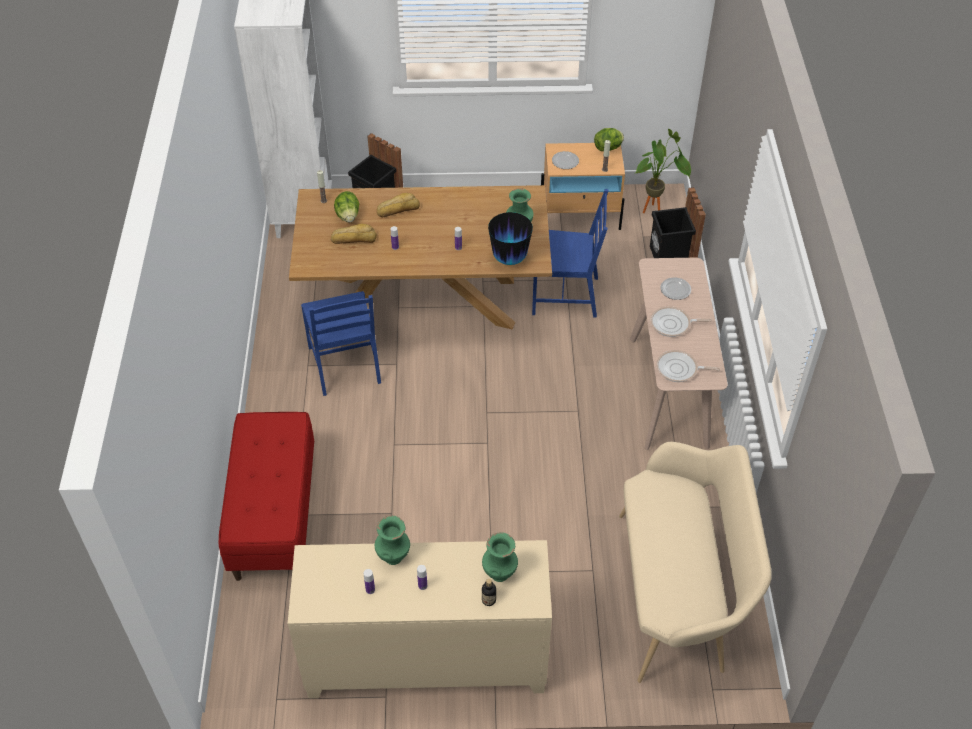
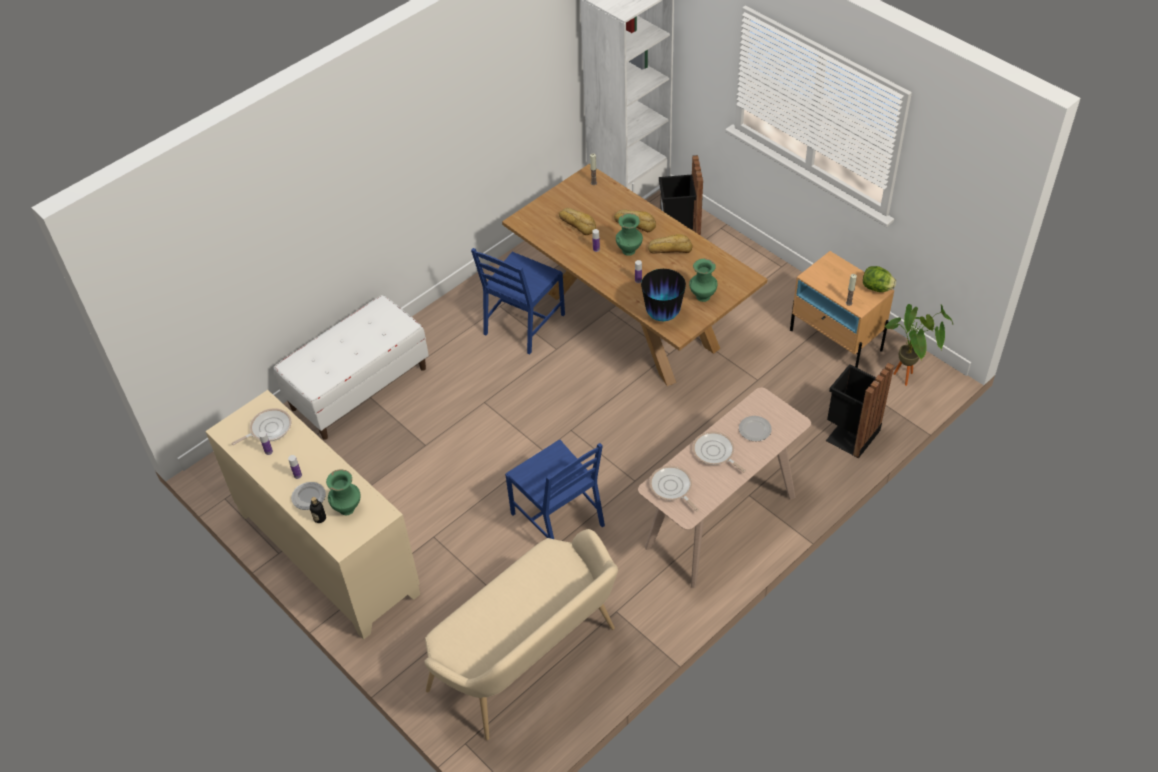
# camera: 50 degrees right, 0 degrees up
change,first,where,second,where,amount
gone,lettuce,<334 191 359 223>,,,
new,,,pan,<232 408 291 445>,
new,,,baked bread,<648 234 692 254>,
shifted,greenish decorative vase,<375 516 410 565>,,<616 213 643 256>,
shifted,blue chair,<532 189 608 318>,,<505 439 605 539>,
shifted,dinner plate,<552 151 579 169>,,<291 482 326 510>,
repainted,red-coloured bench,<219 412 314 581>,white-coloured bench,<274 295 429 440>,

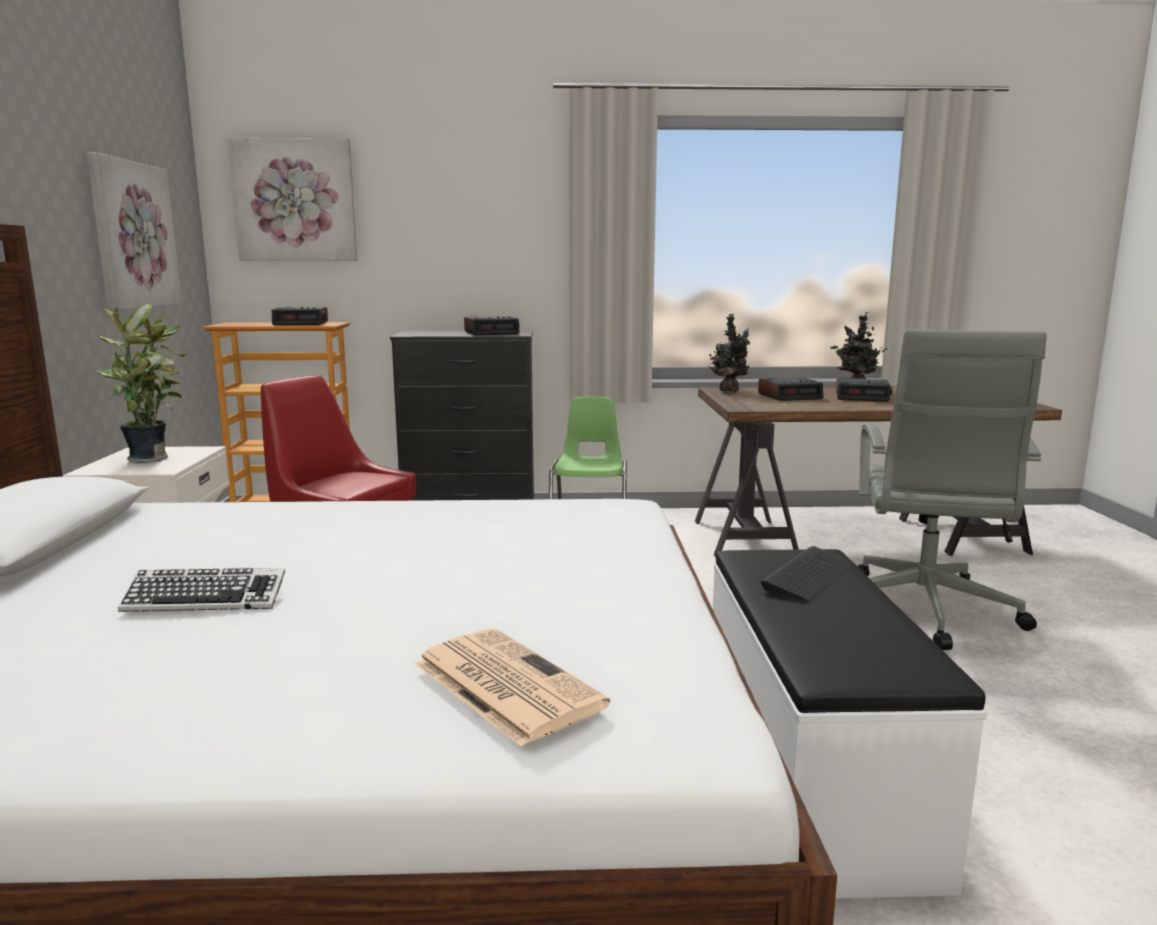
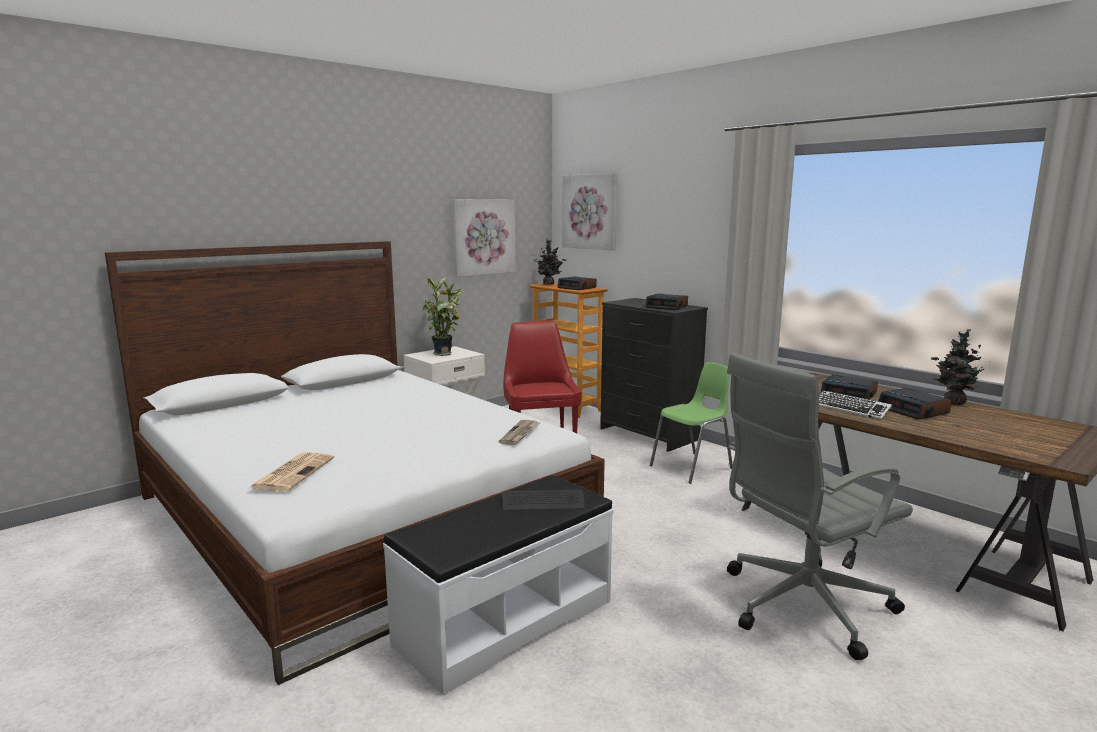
# camera: 50 degrees right, 0 degrees up
change,first,where,second,where,amount
new,,,daily paper,<499 420 540 445>,
shifted,keyboard,<118 568 286 612>,,<819 390 892 420>,
shifted,plant in a pot,<708 314 750 392>,,<534 238 566 285>,

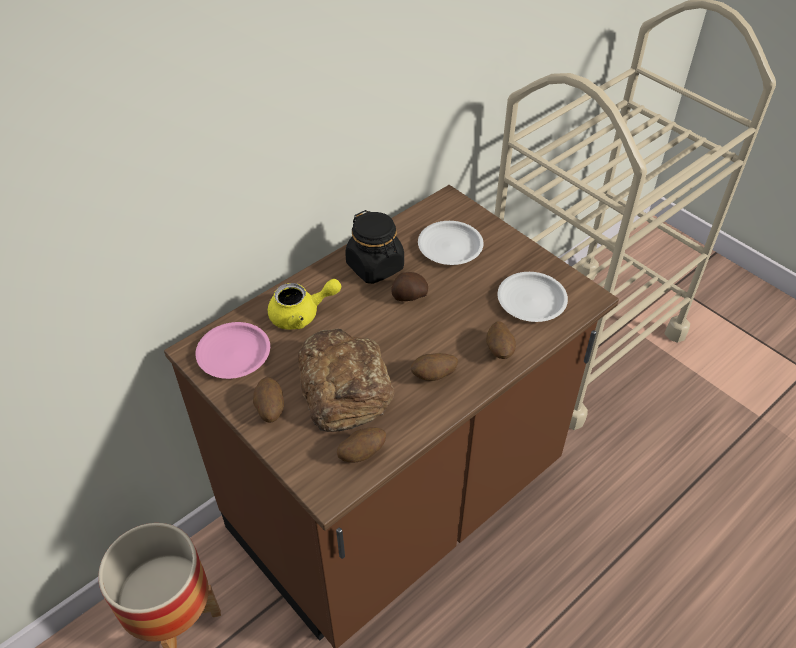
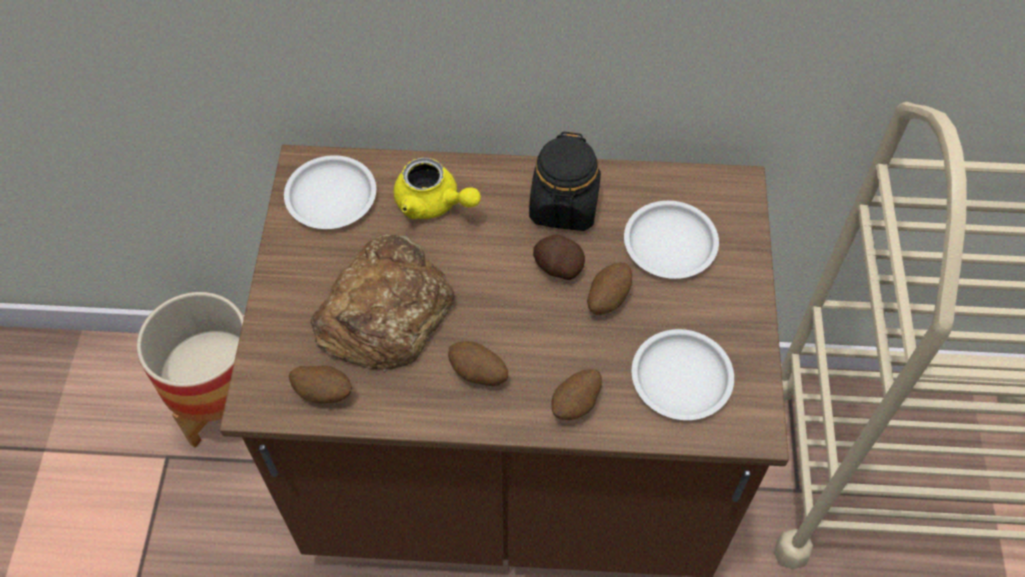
# camera: 45 degrees right, 10 degrees up
change,first,where,second,where,amount
shifted,whole potato,<253 377 284 423>,,<587 263 632 315>,
repainted,pink-coloured dinner plate,<195 322 270 379>,white-coloured dinner plate,<284 155 376 229>,

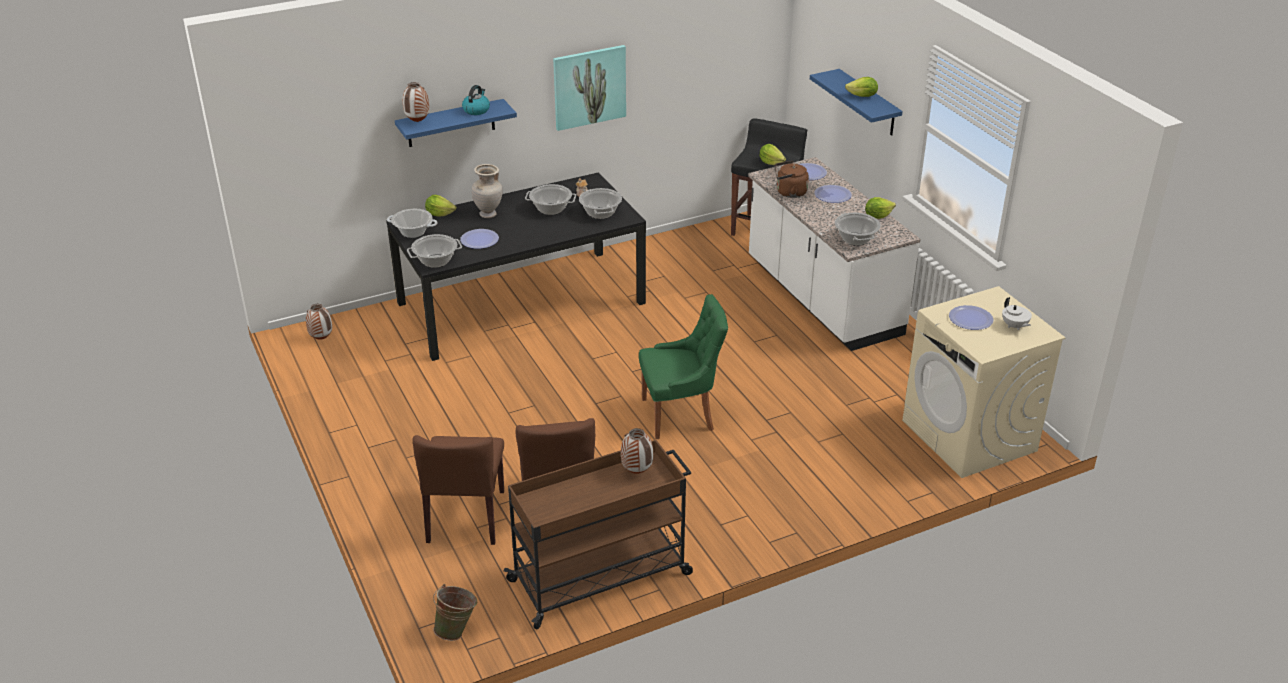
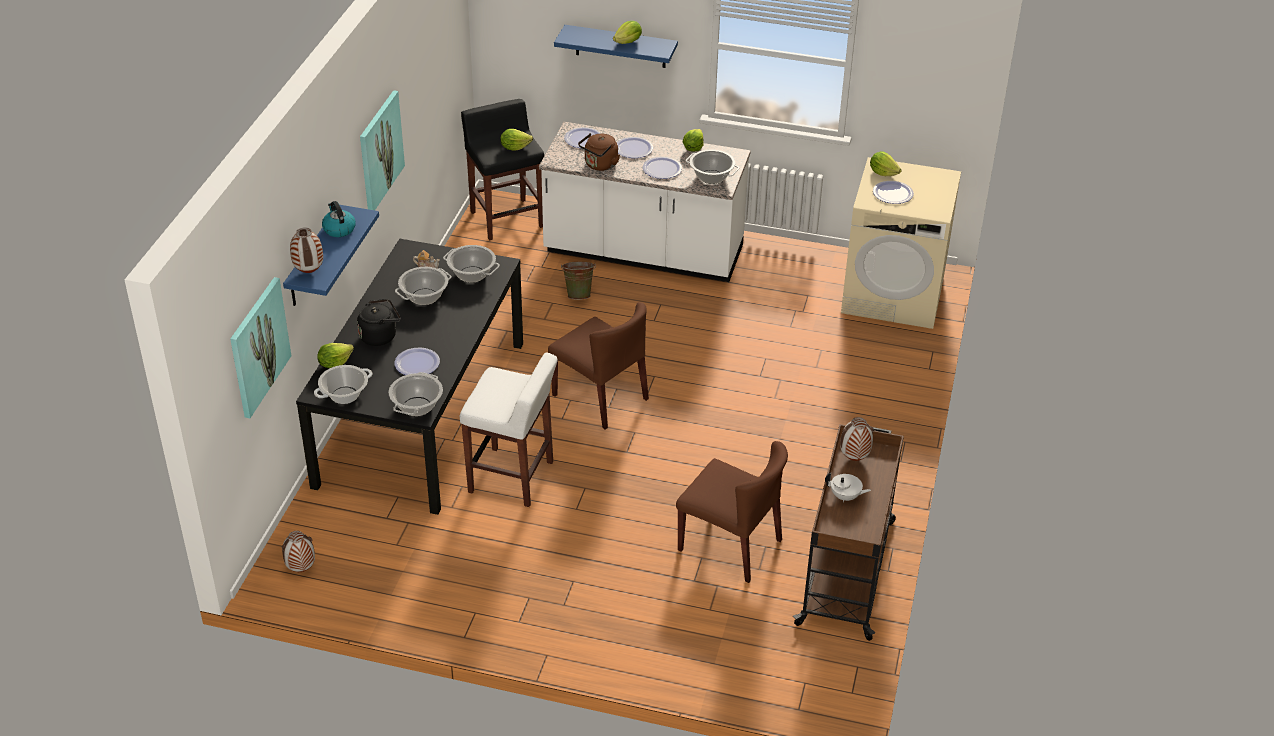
# camera: 50 degrees left, 5 degrees up
change,first,where,second,where,amount
gone,greenish chair,<639 294 728 439>,,,
new,,,wall art,<230 277 292 418>,
new,,,white-coloured sitting stool,<460 353 558 507>,
new,,,dinner plate,<643 157 682 179>,
new,,,lettuce,<870 151 902 176>,
shifted,brown chair,<412 435 504 545>,,<548 302 649 430>,
shifted,greenish bucket,<433 584 477 641>,,<561 262 596 300>,
shifted,white-coloured tea pot,<1002 297 1032 330>,,<825 473 871 502>,
swapped,beige-coloured decorative vase,<472 164 503 218>,black-coloured water kettle,<357 299 401 346>,

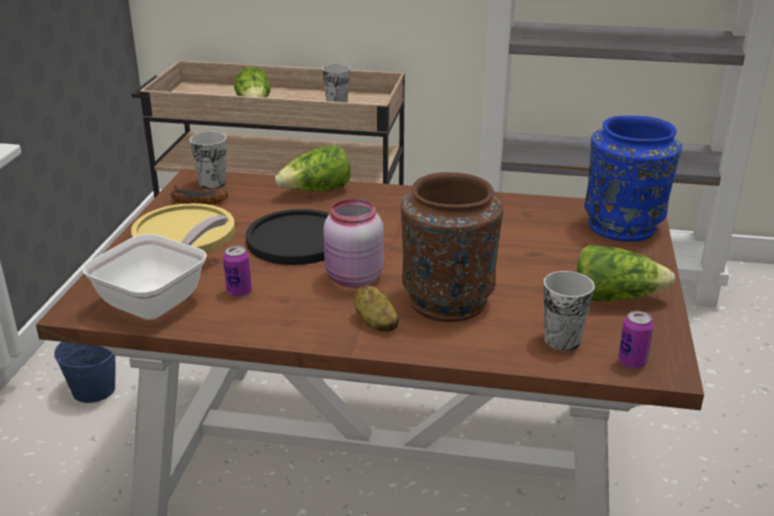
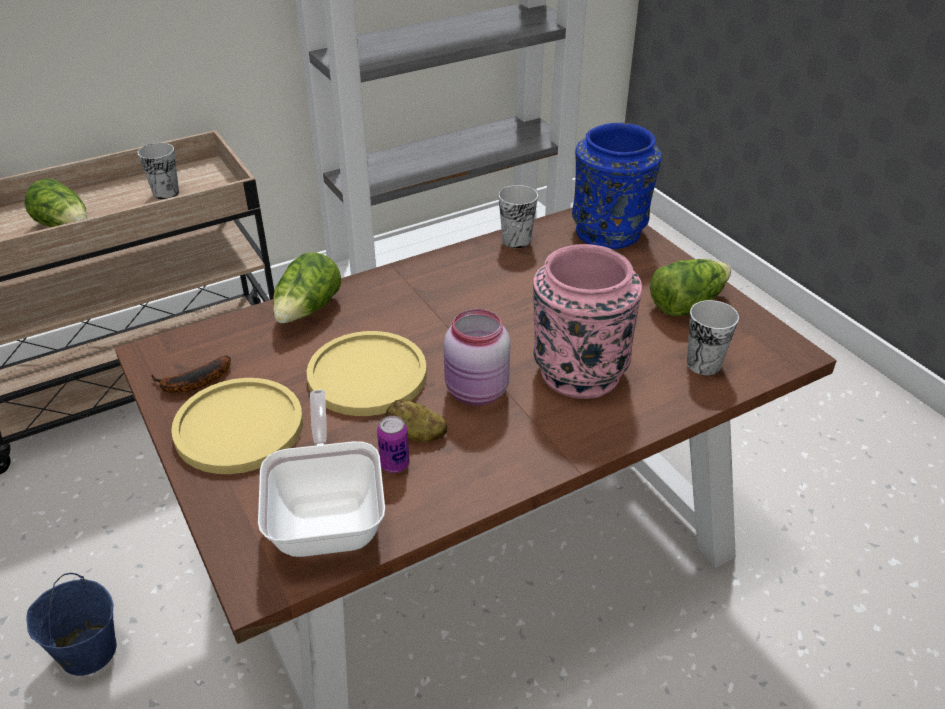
# camera: 40 degrees left, 10 degrees up
change,first,where,second,where,amount
gone,can,<618 311 654 369>,,,
shifted,cup,<189 132 227 189>,,<498 185 538 248>,
shifted,whole potato,<353 285 399 332>,,<386 399 448 442>,
repainted,black-coloured dinner plate,<246 209 330 265>,yellow dinner plate,<307 331 427 416>,
repainted,brown decorative vase,<401 172 503 322>,pink-coloured decorative vase,<533 244 642 399>,

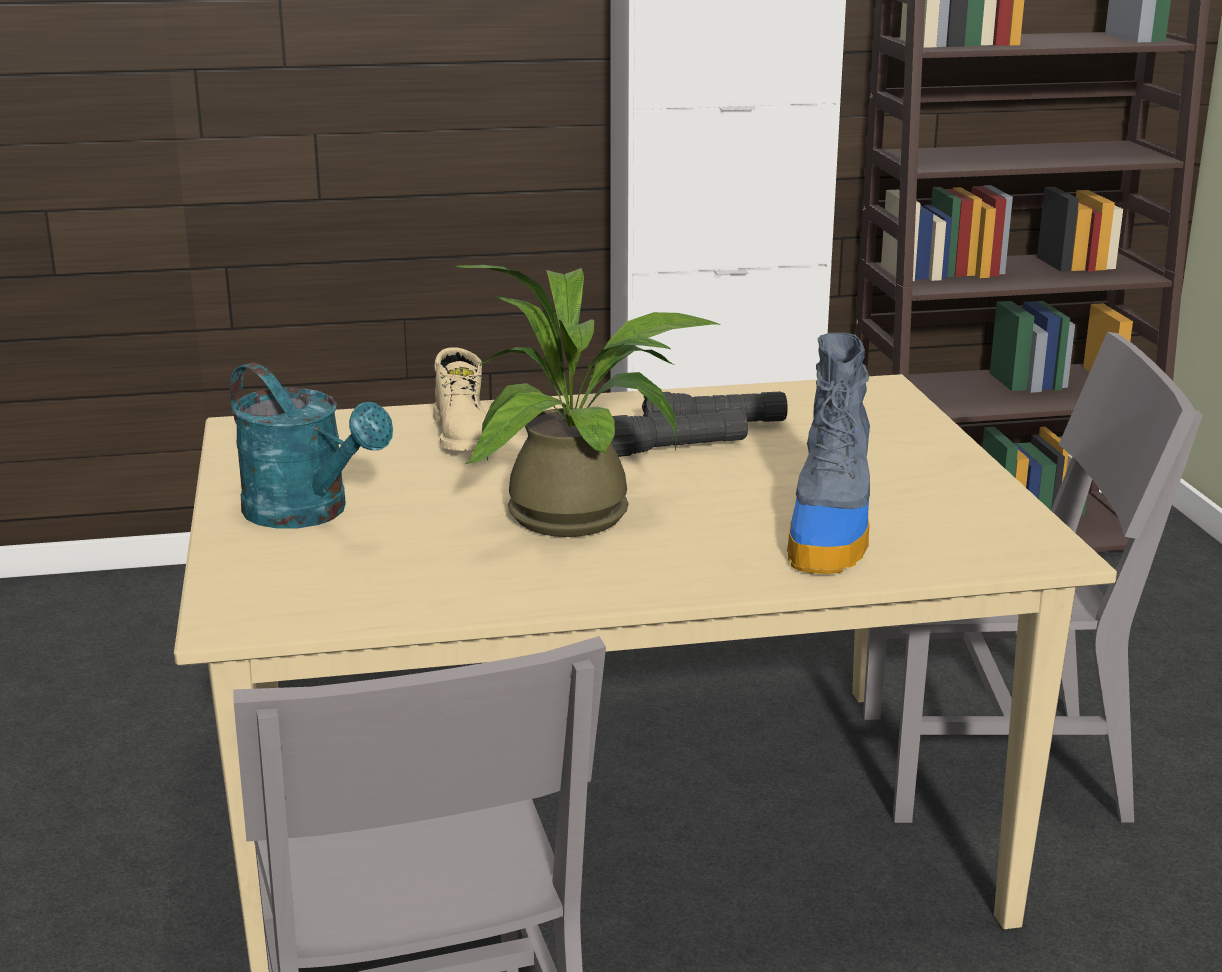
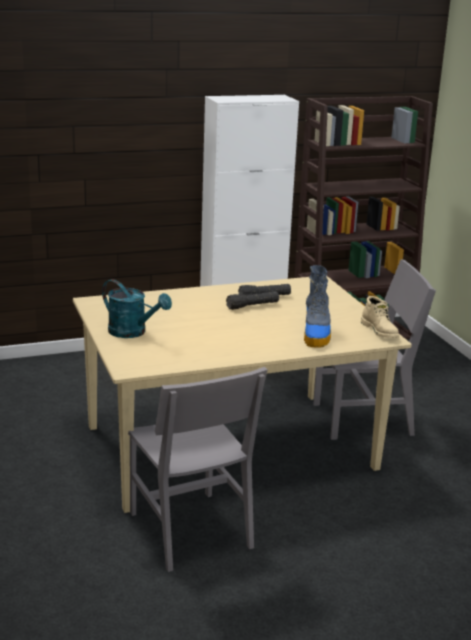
# camera: 10 degrees left, 0 degrees up
change,first,where,second,where,amount
gone,plant in a pot,<455 265 720 537>,,,
shifted,beige-coloured boot,<433 347 487 451>,,<361 296 400 338>,

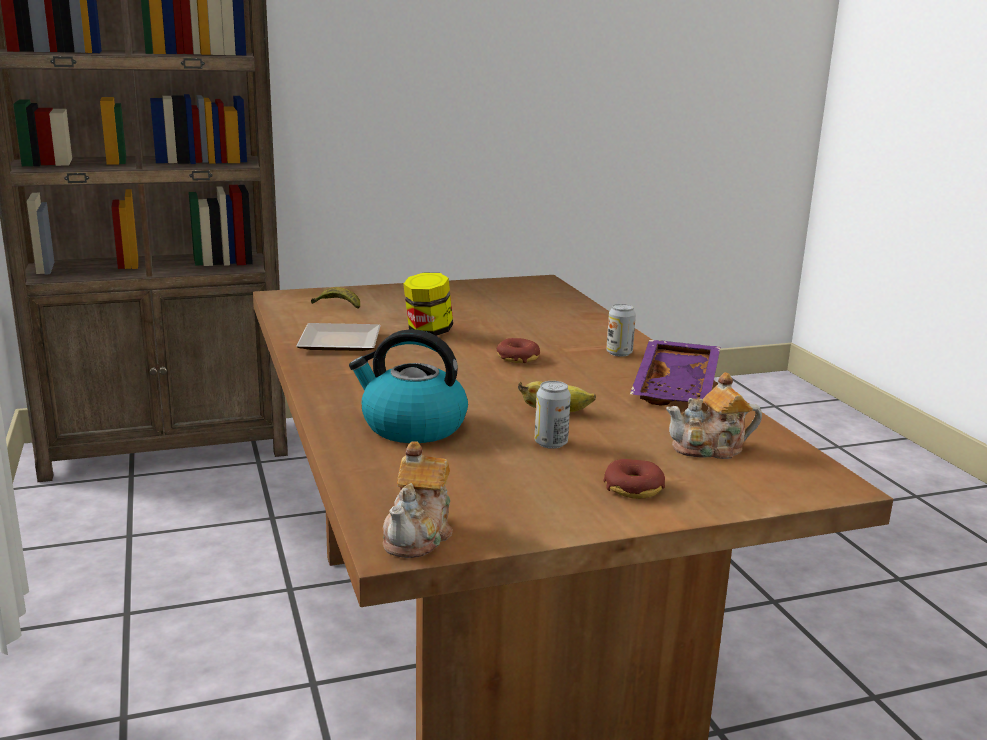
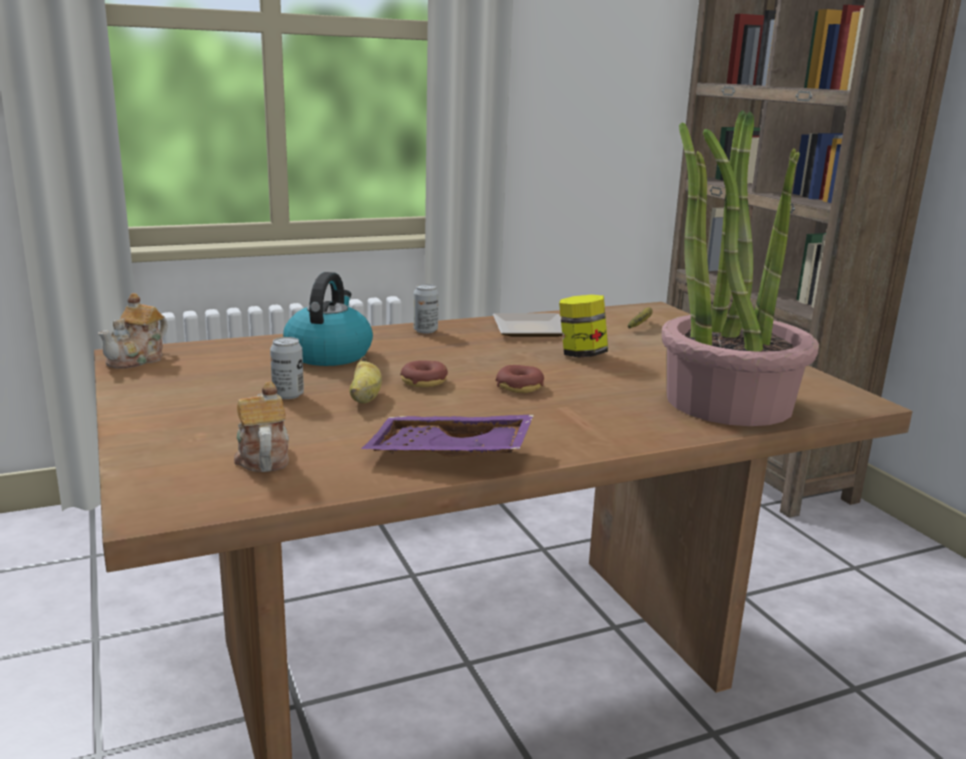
# camera: 85 degrees right, 0 degrees up
change,first,where,second,where,amount
new,,,plant in a pot,<661 110 819 426>,
shifted,doughnut,<603 459 665 499>,,<400 361 448 387>,
shifted,can,<606 304 636 357>,,<413 284 439 334>,
rotated,tea pot,<382 441 453 558>,,<98 293 168 369>,75 degrees counterclockwise

